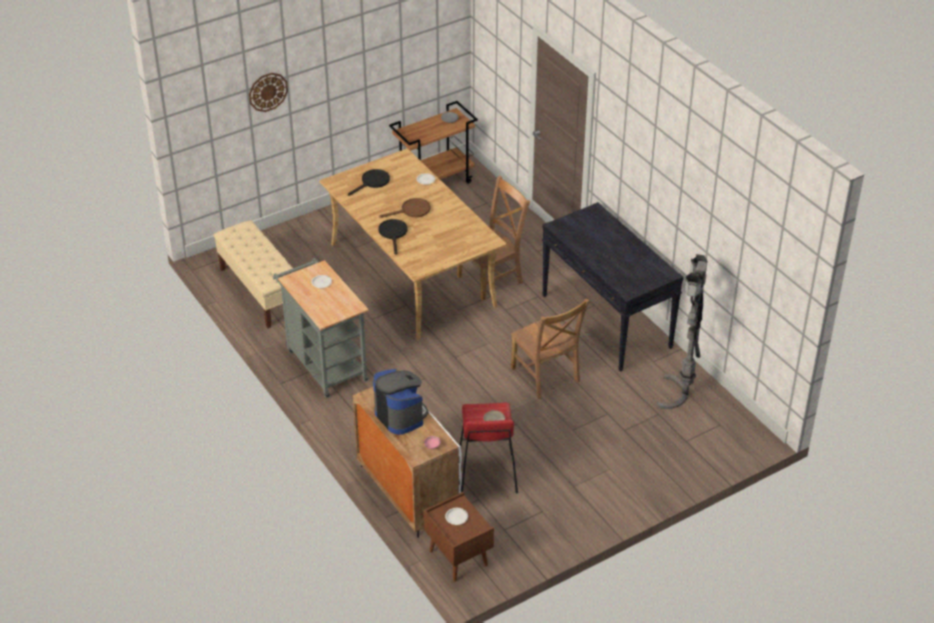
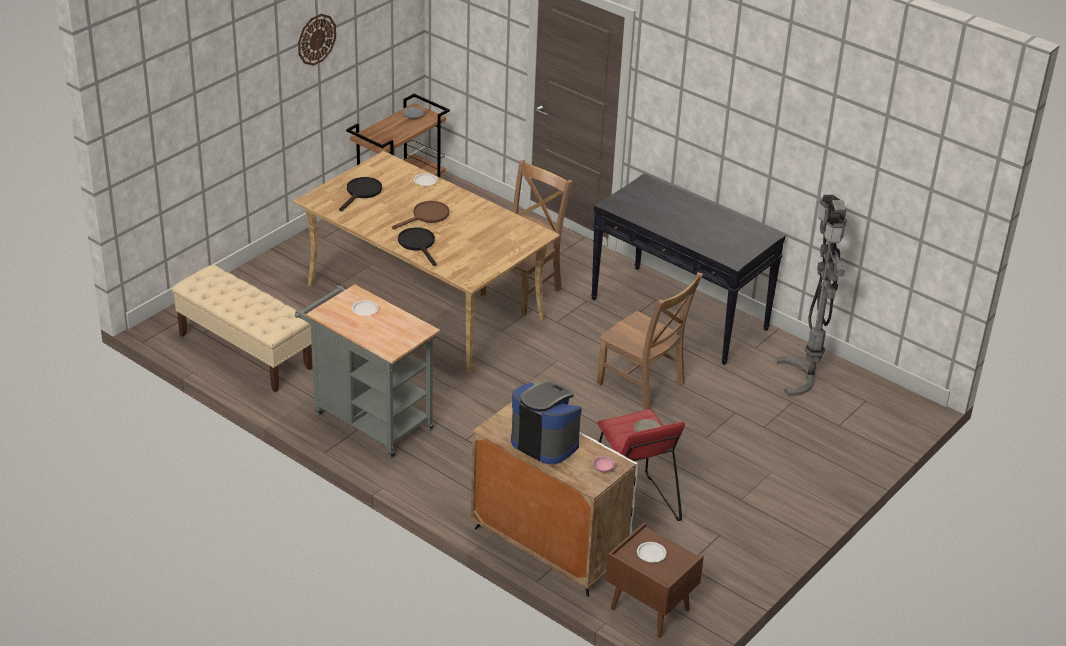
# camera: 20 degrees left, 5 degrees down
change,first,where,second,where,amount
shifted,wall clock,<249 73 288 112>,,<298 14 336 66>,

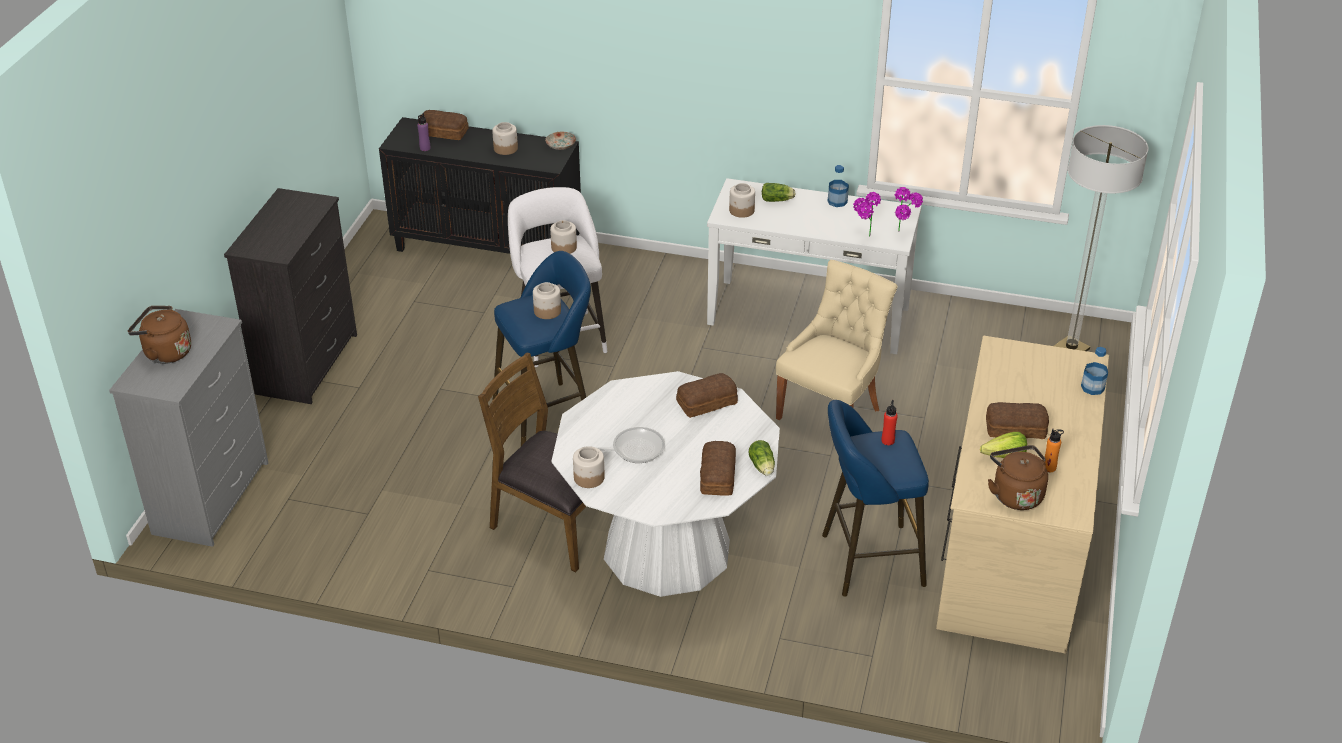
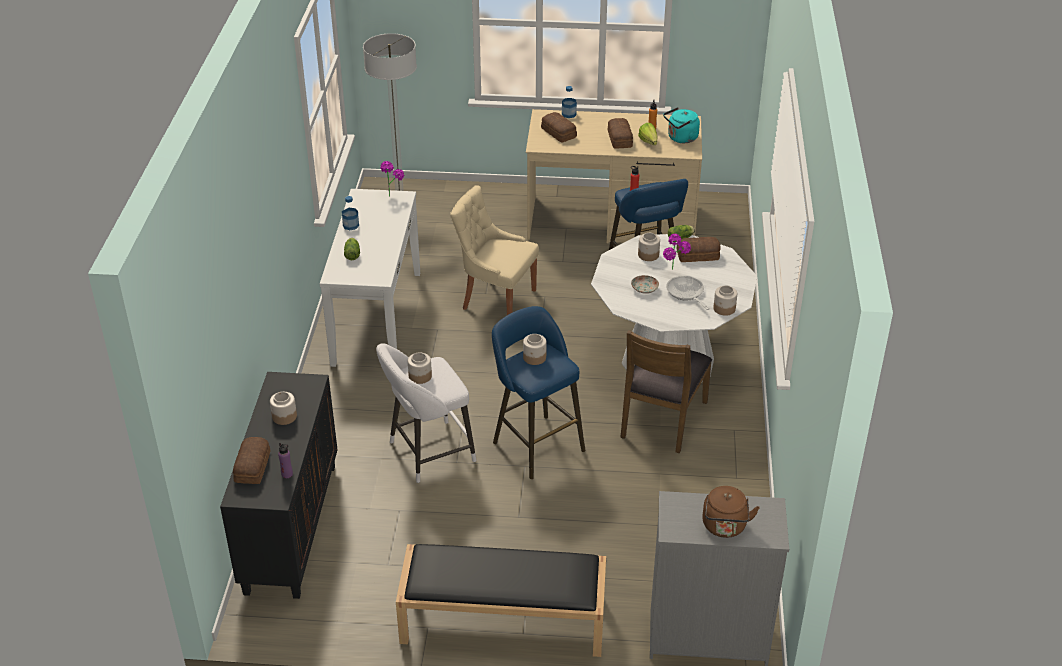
# camera: 100 degrees left, 0 degrees up
change,first,where,second,where,amount
shifted,dinner plate,<545 132 576 150>,,<631 275 659 294>,
shifted,baked bread,<676 373 738 418>,,<541 112 577 143>,
shifted,jar,<729 183 755 218>,,<638 233 660 261>,
shifted,plant in a pot,<853 192 881 236>,,<663 234 691 270>,
swapped,black-coloured drawer chest,<224 188 357 404>,black-coloured bench,<396 544 607 657>,
repainted,brown water kettle,<988 445 1048 510>,blue-green water kettle,<663 107 700 143>,

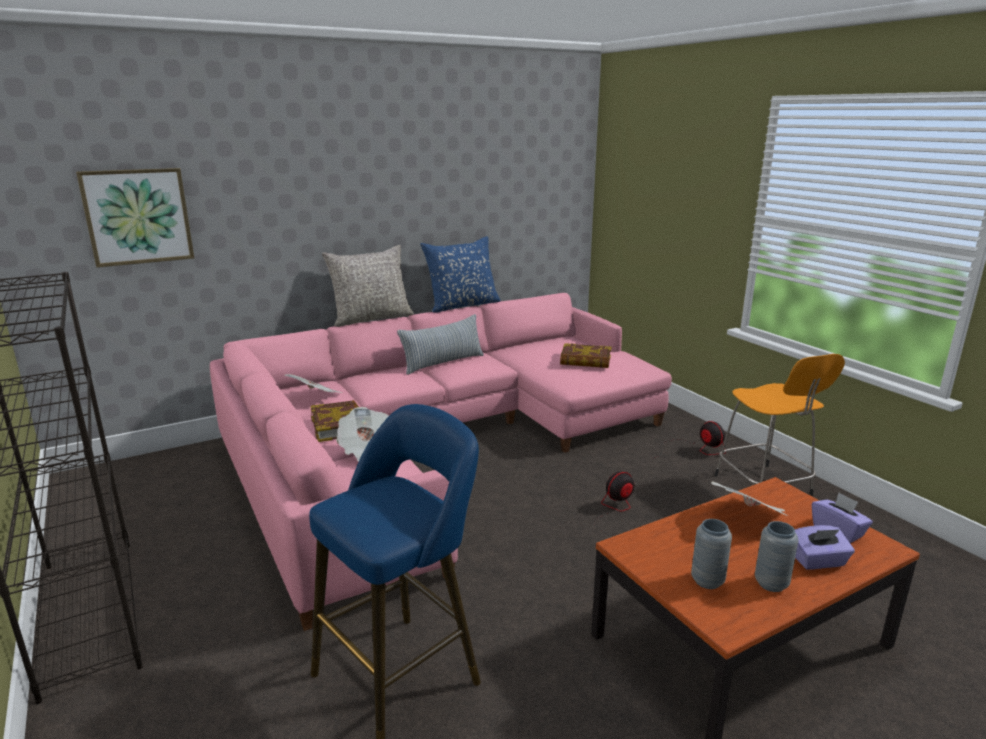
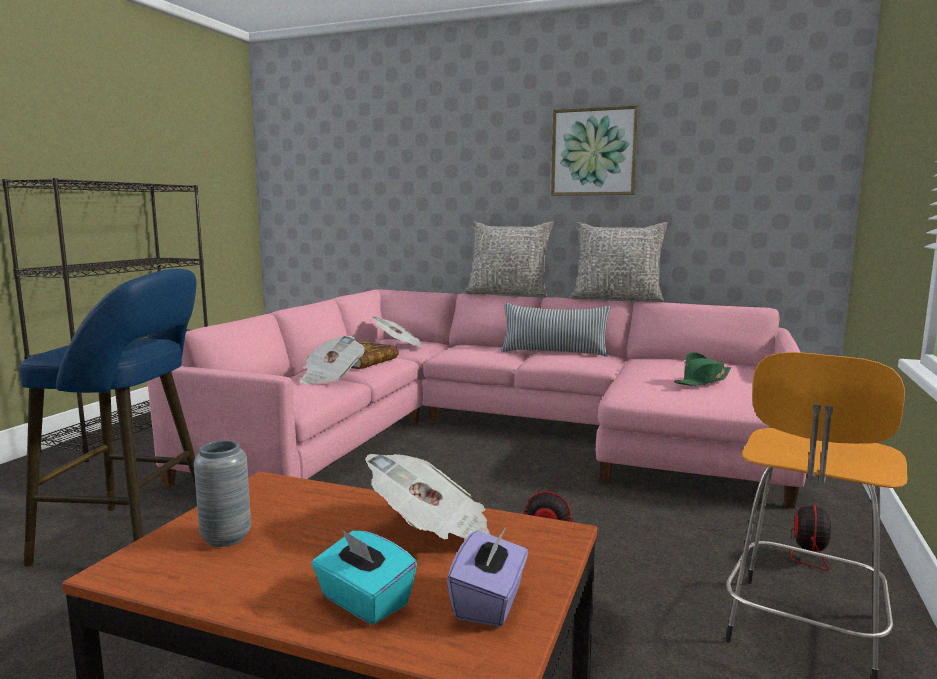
# camera: 50 degrees right, 10 degrees down
change,first,where,second,where,amount
gone,gray decorative vase,<755 521 798 592>,,,
shifted,wall art,<76 168 194 267>,,<551 105 639 196>,
swapped,volume,<560 343 612 368>,greenish clothing hat,<674 352 731 386>,
repainted,blue throw pillow,<420 236 501 313>,gray throw pillow,<570 222 668 302>,
repainted,purplish tissue holder,<795 525 855 569>,blue-green tissue holder,<311 529 417 625>,

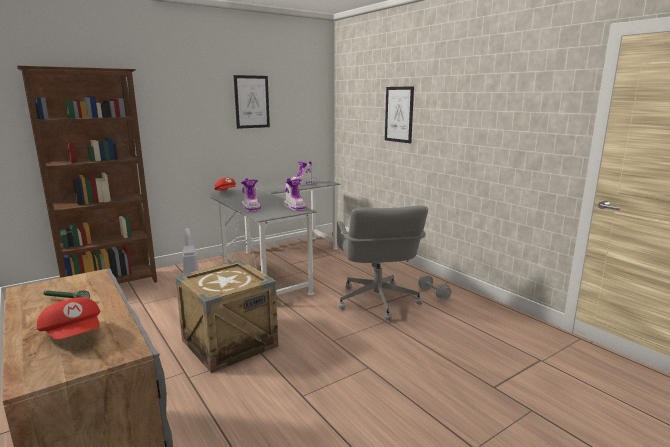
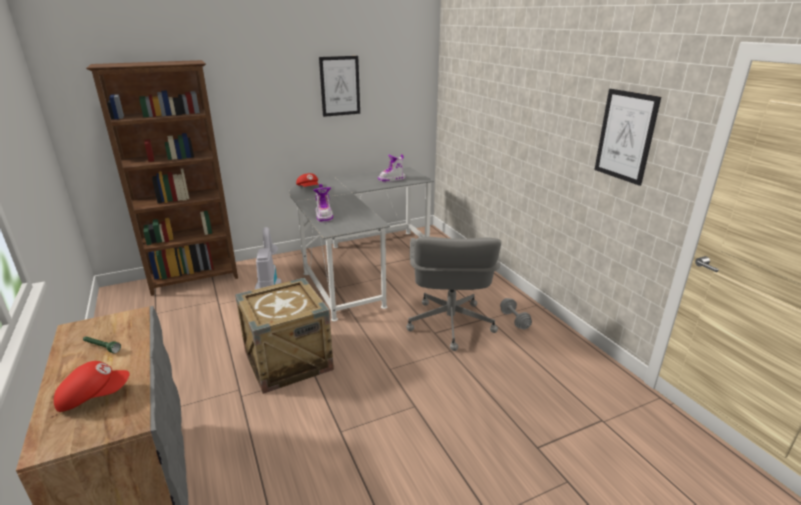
# camera: 10 degrees right, 10 degrees up
change,first,where,second,where,amount
gone,boot,<284 178 307 211>,,,
shifted,wall art,<385 86 414 143>,,<594 89 661 186>,
rotated,red-coloured cap,<37 297 100 340>,,<54 361 130 412>,75 degrees counterclockwise

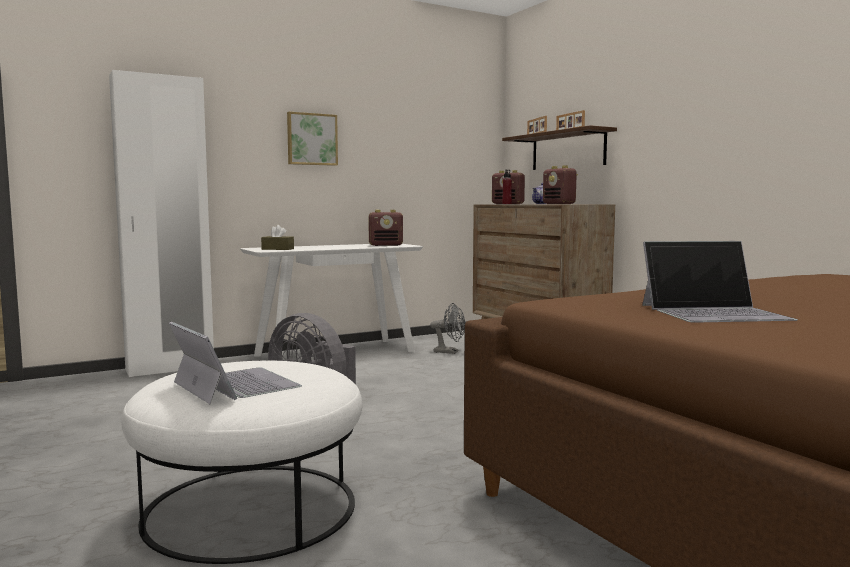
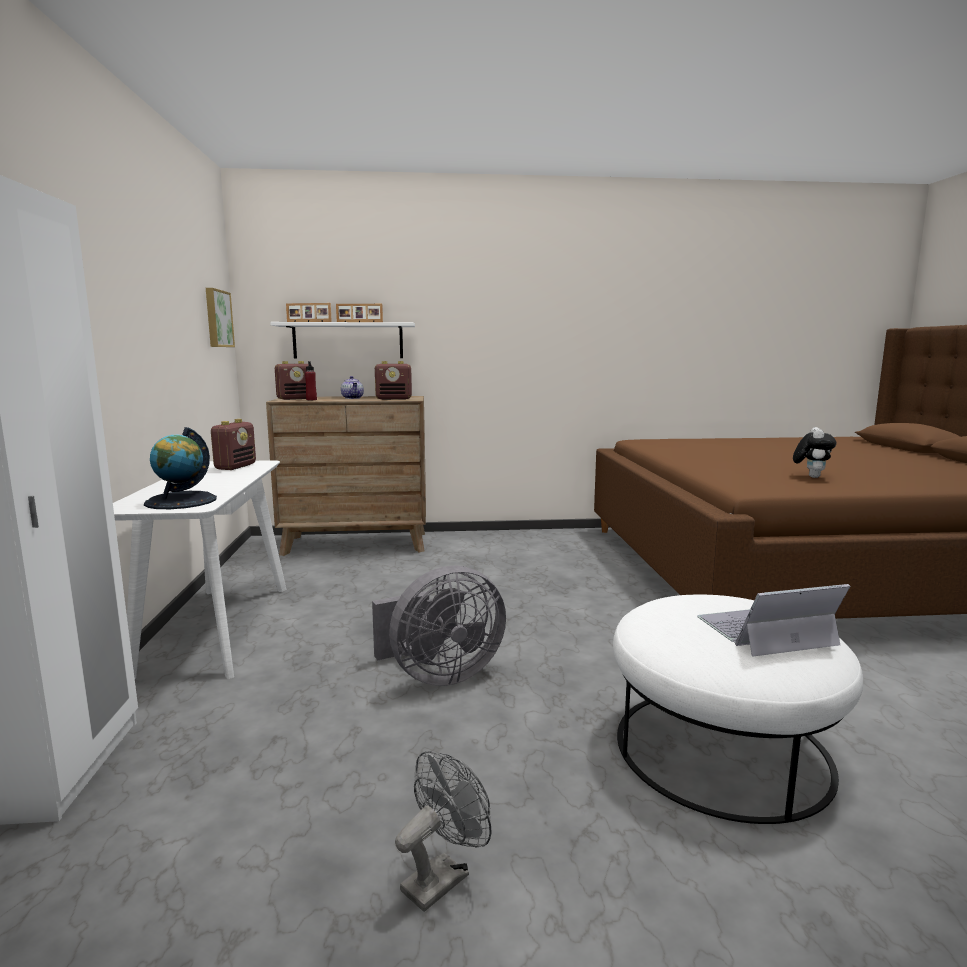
# camera: 65 degrees left, 5 degrees up
change,first,where,second,where,amount
shifted,wall art,<287 112 338 166>,,<206 288 235 347>,
shifted,gray electric fan,<430 303 465 354>,,<395 751 492 912>,
swapped,brown tissue holder,<261 225 294 250>,globe,<144 427 217 509>,
swapped,portable computer,<642 241 798 323>,cuddly toy,<793 427 837 478>,
repainted,brown wall shelf,<502 125 617 170>,white-coloured wall shelf,<270 322 415 358>,

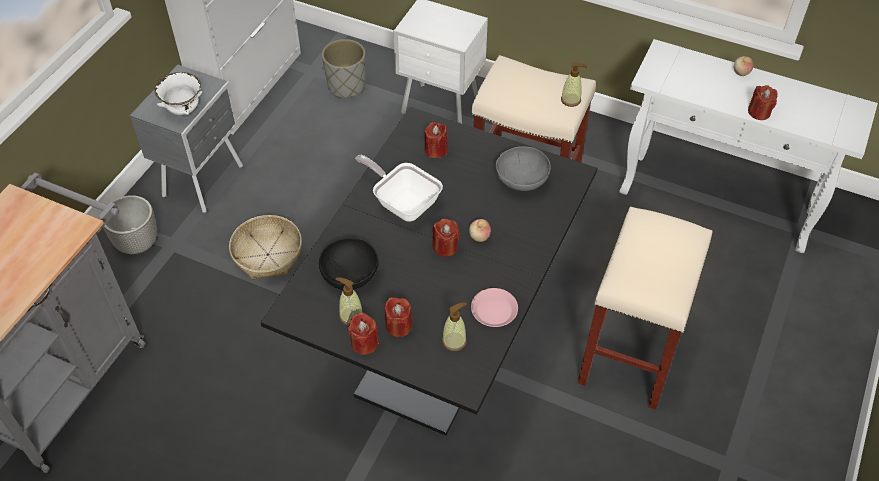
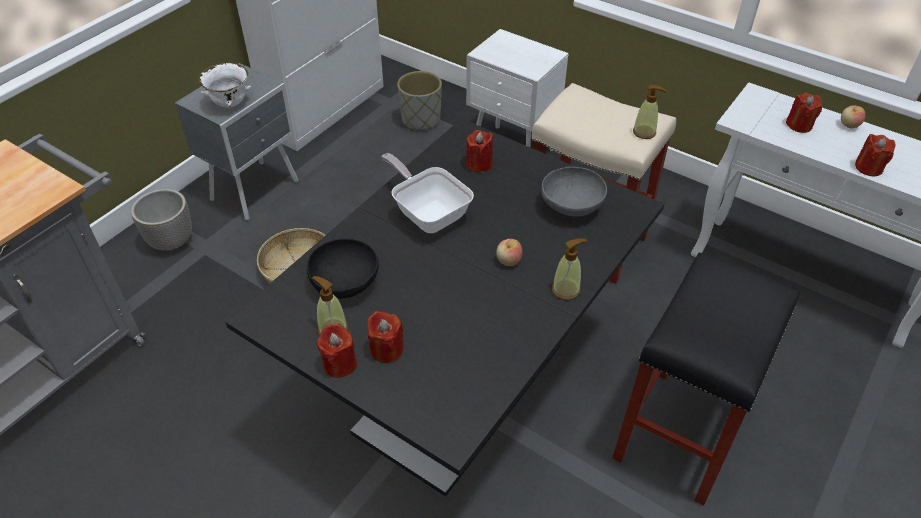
# camera: 10 degrees right, 5 degrees down
change,first,where,second,where,amount
gone,pink-coloured dinner plate,<471 288 518 327>,,,
shifted,red-coloured wax candle,<432 218 460 257>,,<786 93 822 133>,
shifted,soap dispenser,<442 302 467 351>,,<552 238 588 300>,
repainted,beige-coloured sitting stool,<578 207 713 410>,black-coloured sitting stool,<612 252 800 506>,

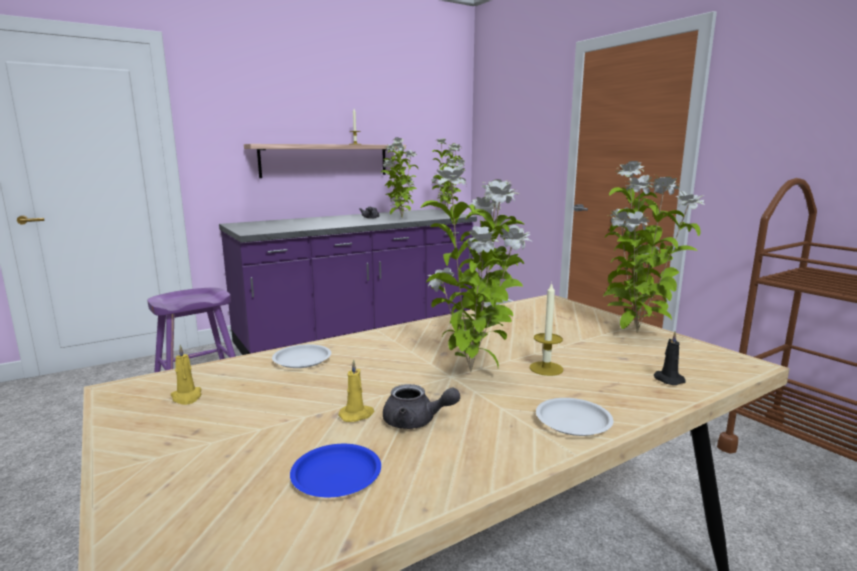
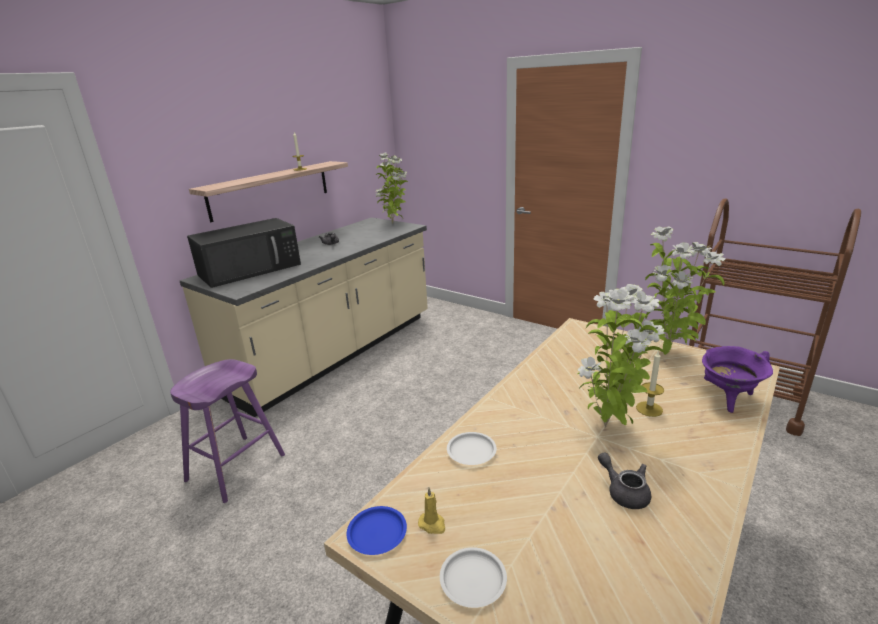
# camera: 20 degrees left, 10 degrees up
change,first,where,second,where,amount
gone,yellow wax candle,<338 360 375 422>,,,
gone,plant in a pot,<381 137 418 217>,,,
new,,,black-coloured microwave oven,<187 218 301 288>,
shifted,blue dinner plate,<290 444 381 497>,,<346 506 407 555>,
shifted,white-coloured dinner plate,<536 398 614 436>,,<440 547 507 608>,
swapped,black-coloured wax candle,<654 331 686 385>,purplish saucepot,<702 346 773 413>,
repainted,purplish kitchen base unit,<219 209 477 355>,beige-coloured kitchen base unit,<180 217 428 417>,
rotated,gray tea pot,<383 384 460 429>,,<598 452 651 509>,120 degrees counterclockwise

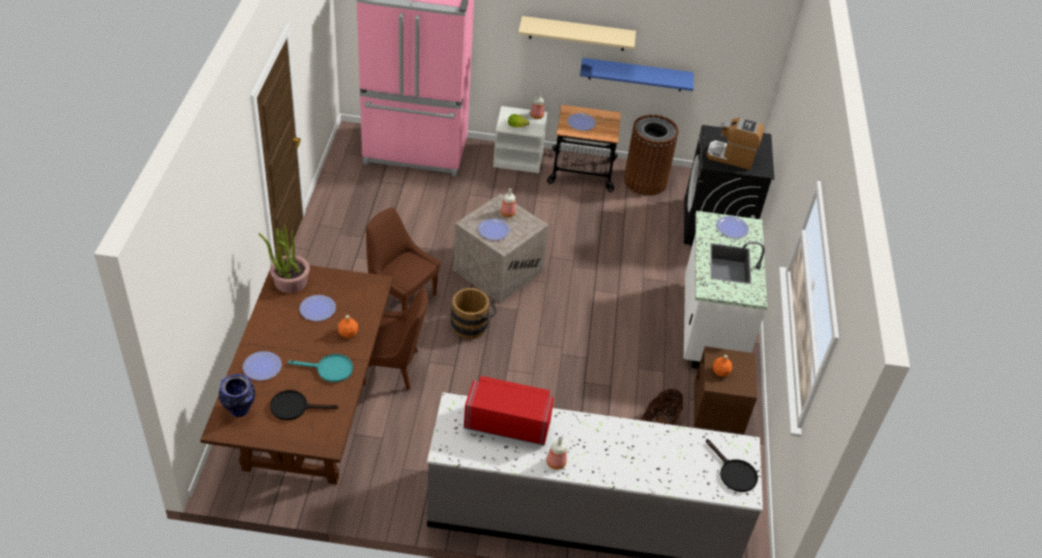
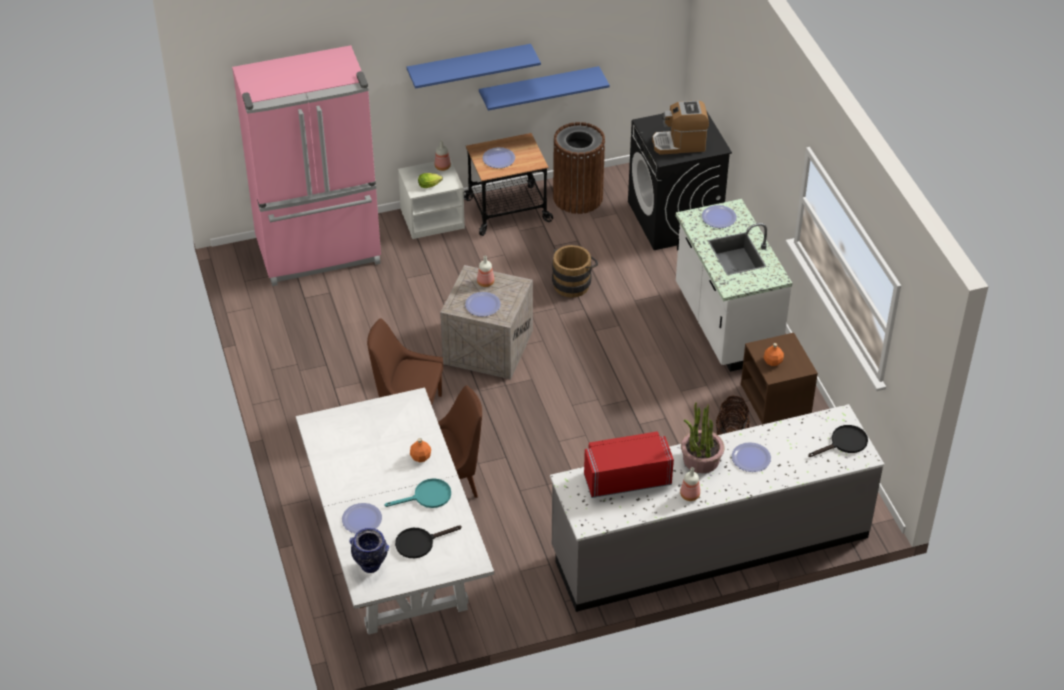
# camera: 20 degrees left, 0 degrees up
change,first,where,second,where,amount
shifted,plant in a pot,<259 225 310 293>,,<681 402 724 473>,
shifted,dinner plate,<299 295 336 321>,,<732 442 771 472>,
shifted,brown bucket,<451 288 497 339>,,<552 245 598 298>,
repainted,brown dinner table,<200 265 393 485>,white-coloured dinner table,<296 388 494 635>,
repainted,beige-coloured wall shelf,<518 16 636 51>,blue wall shelf,<407 44 541 89>,
rotated,black-coloured pan,<706 439 758 492>,,<808 425 868 457>,60 degrees counterclockwise

